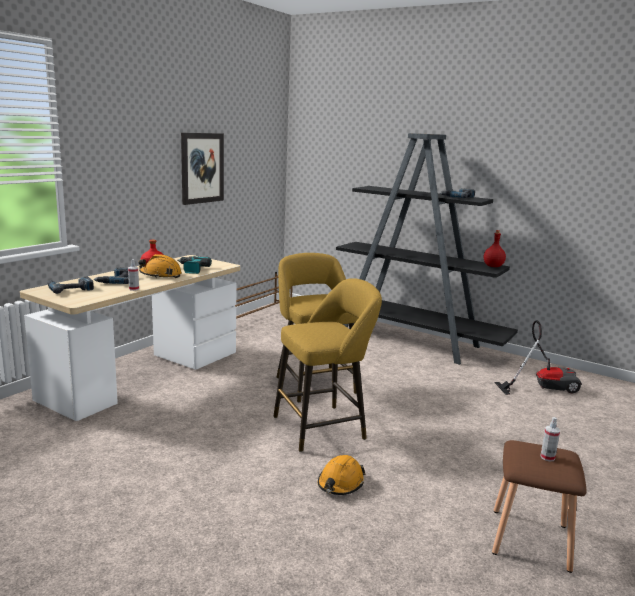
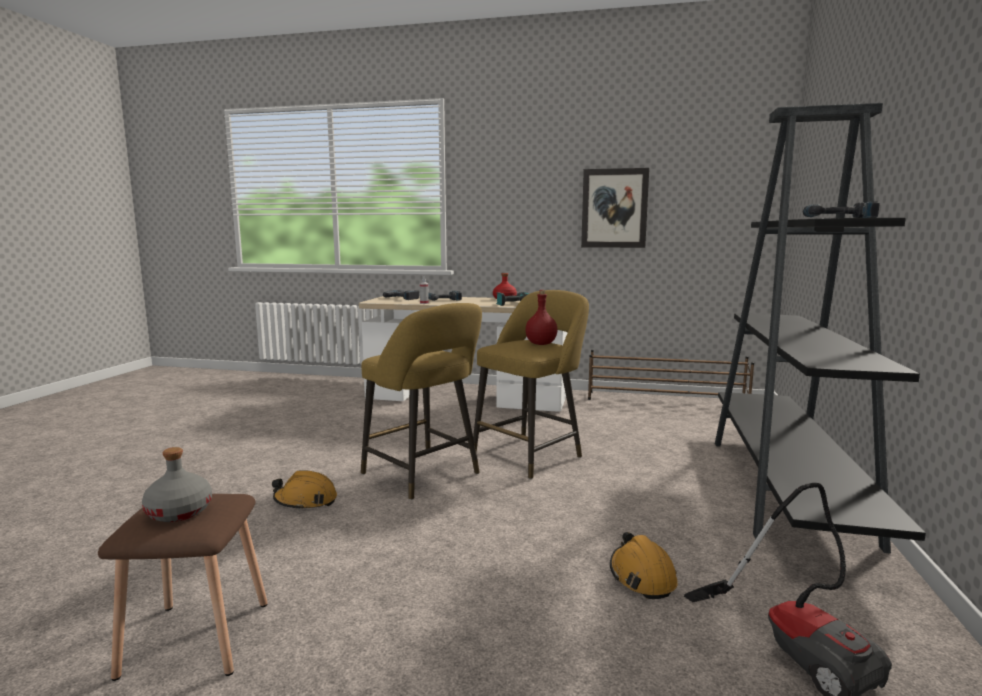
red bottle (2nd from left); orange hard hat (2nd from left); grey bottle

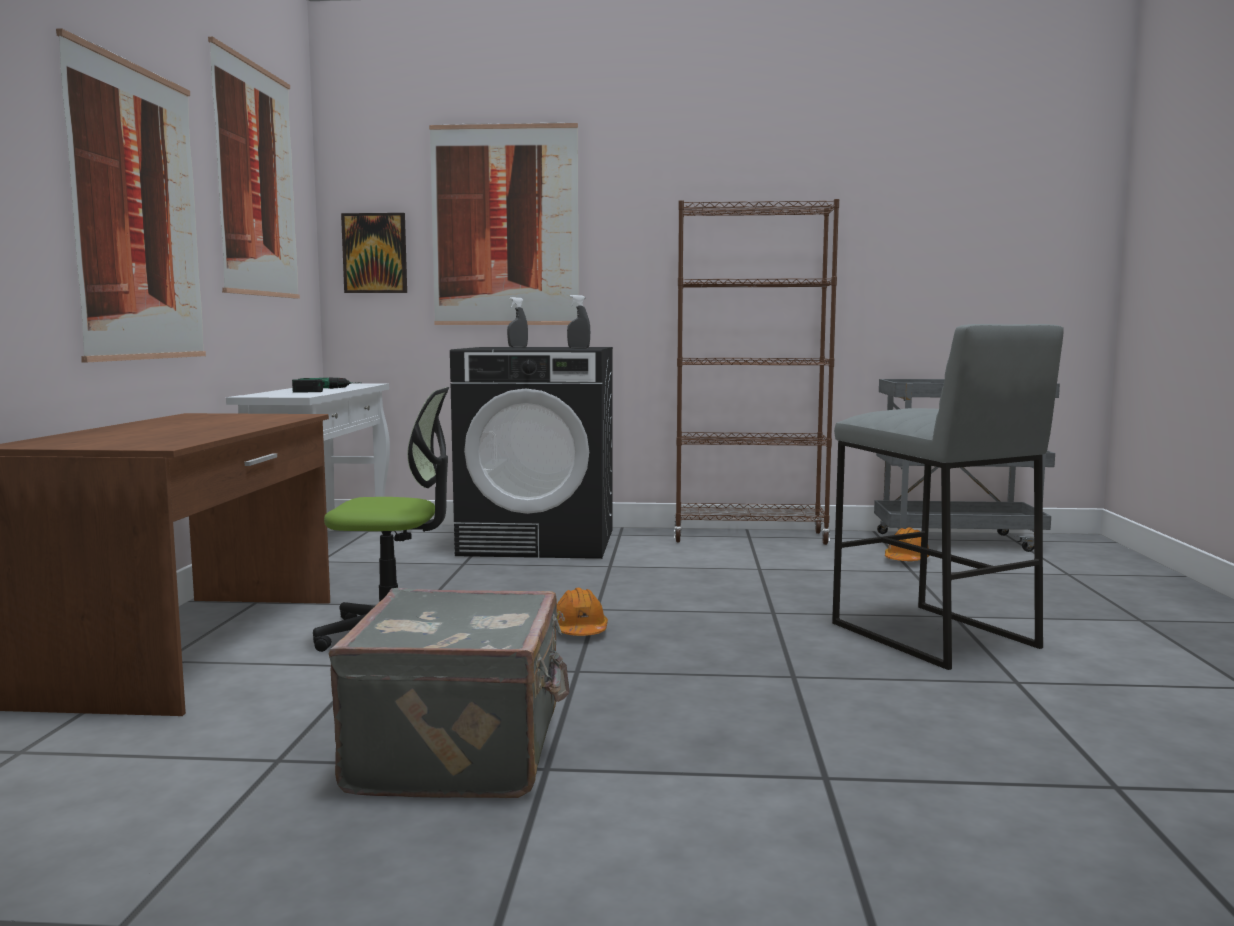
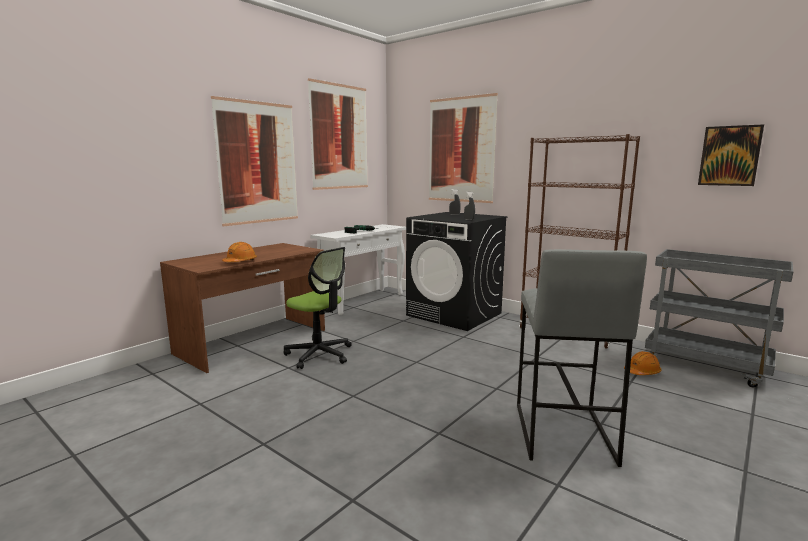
picture (4th from left); grey suitcase; orange hard hat (1st from left)

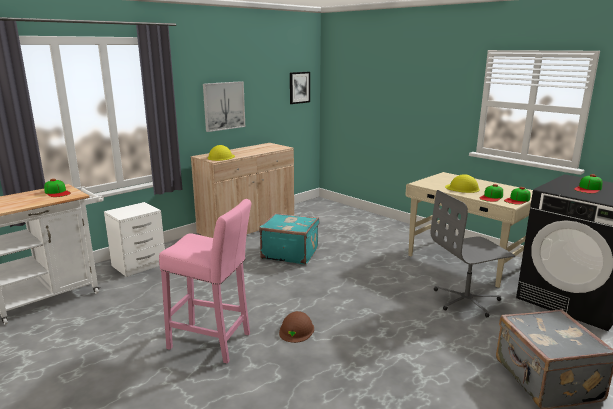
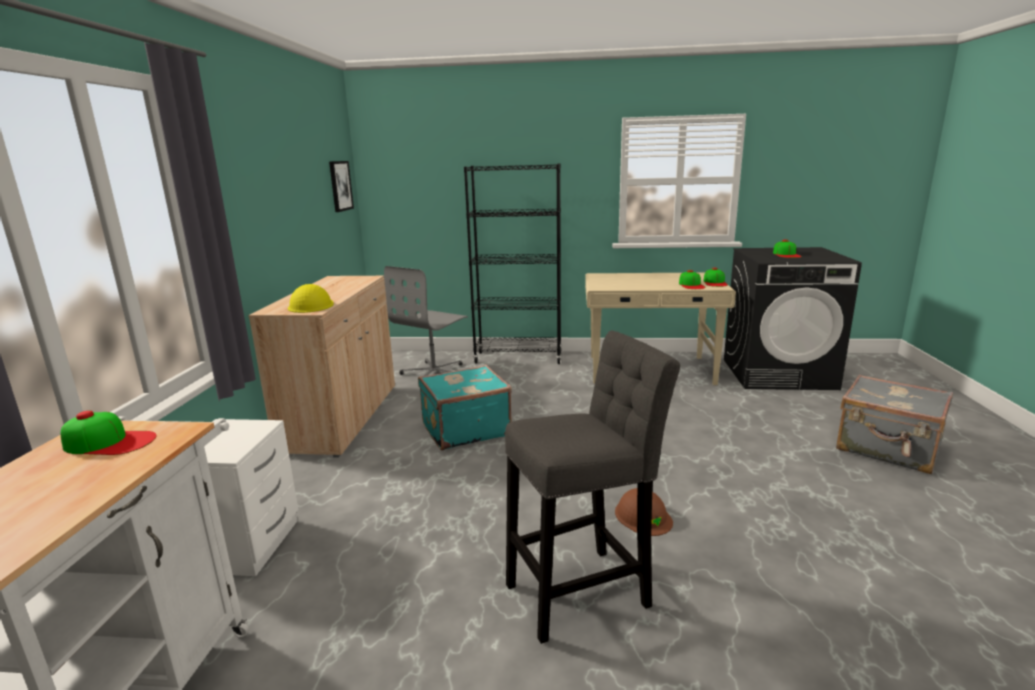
picture (1st from left in the first image); yellow hard hat (2nd from left in the first image); grey office chair; grey stool; black bookcase

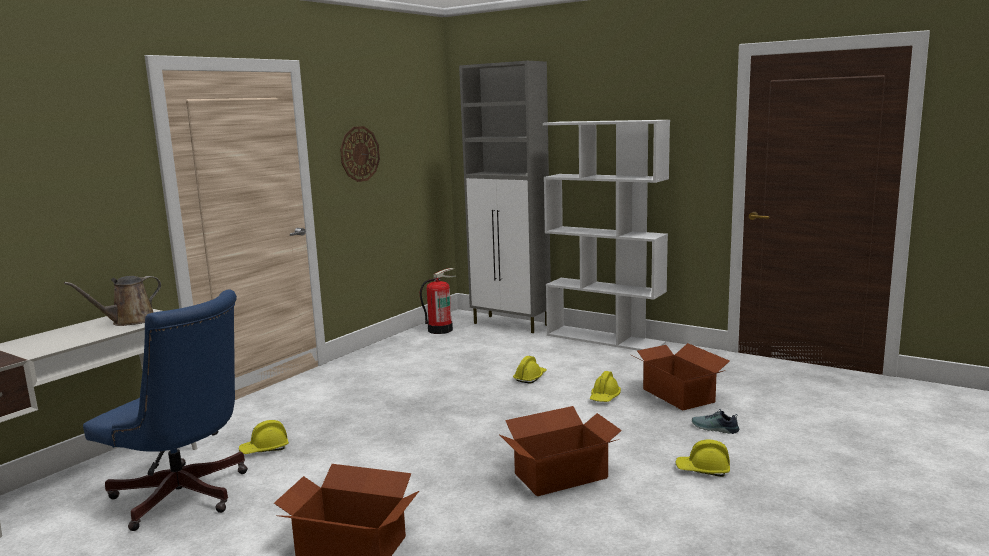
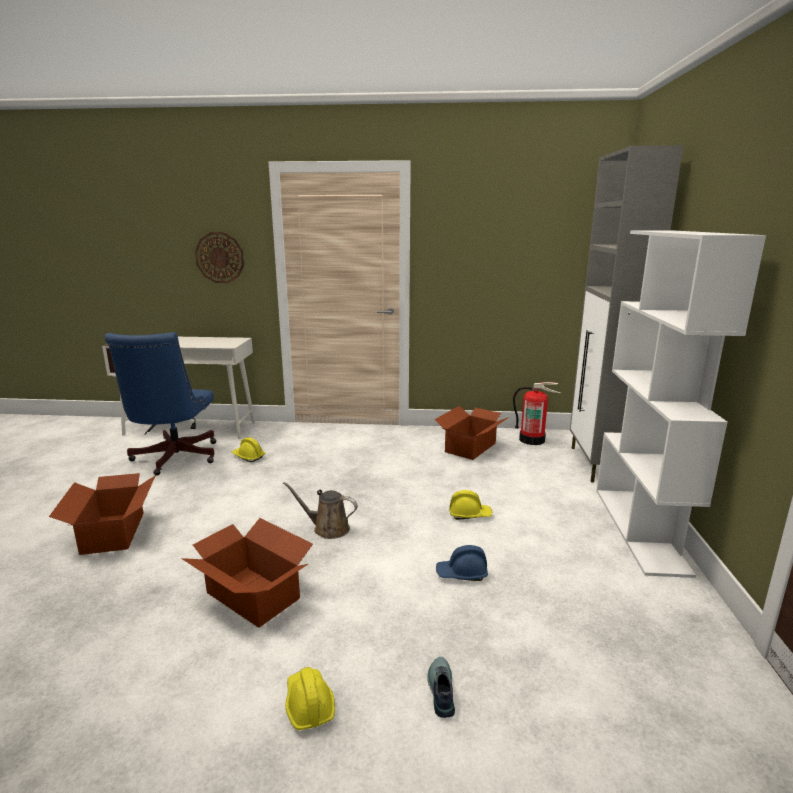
wall clock; brown watering can; cardboard box (3rd from left); blue hard hat

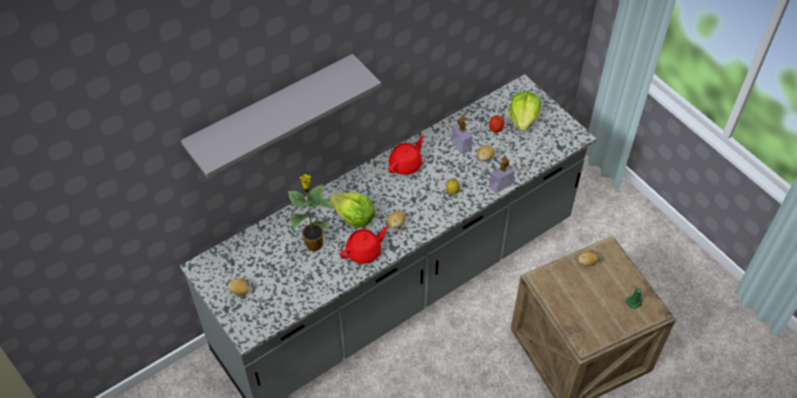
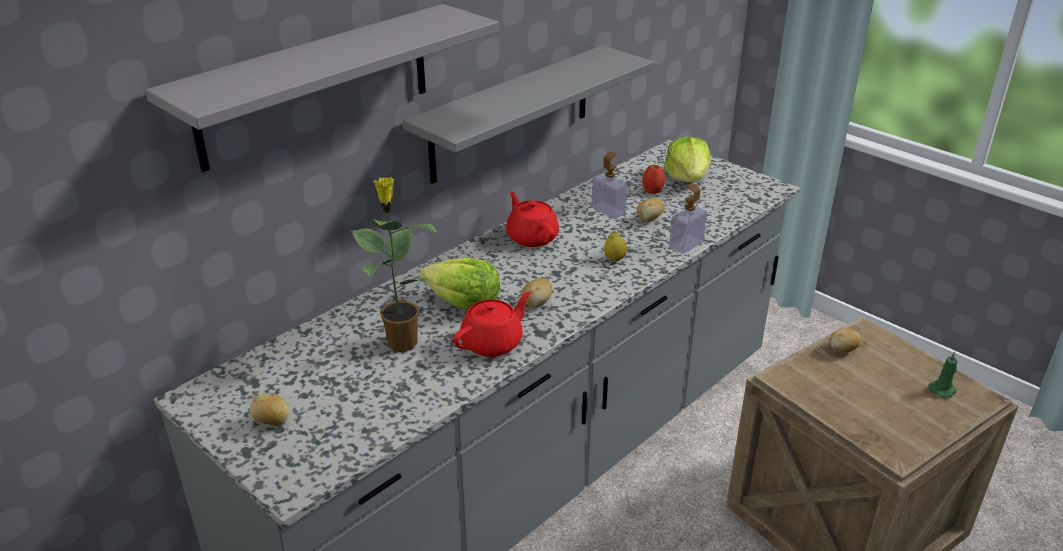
red teapot (2nd from left); grey shelf (2nd from left)

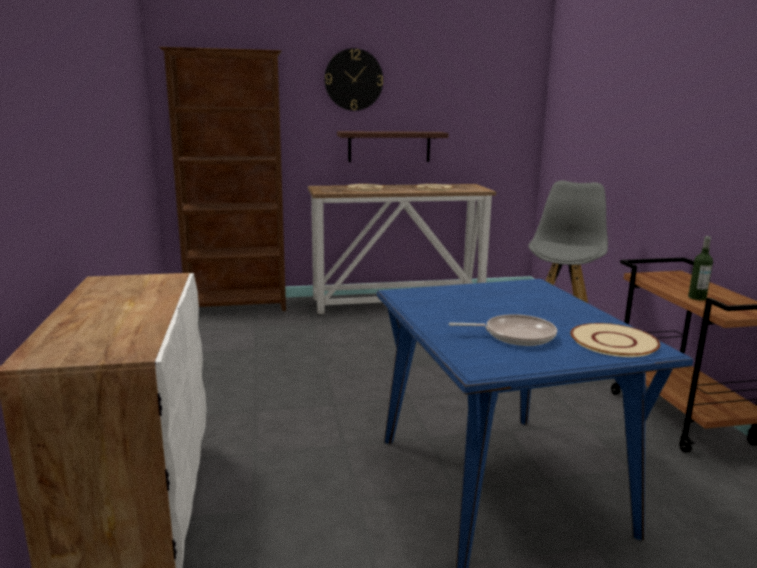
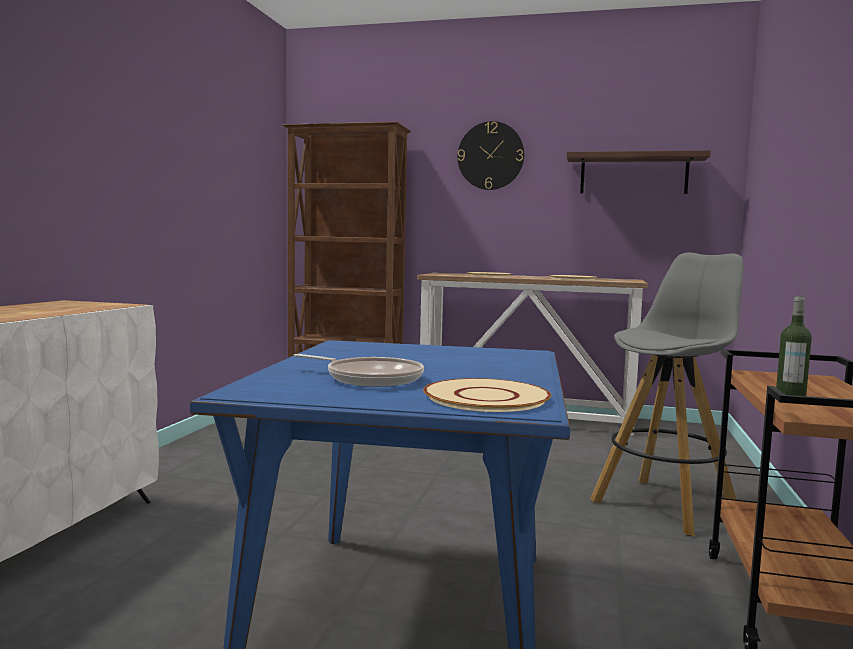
shelf

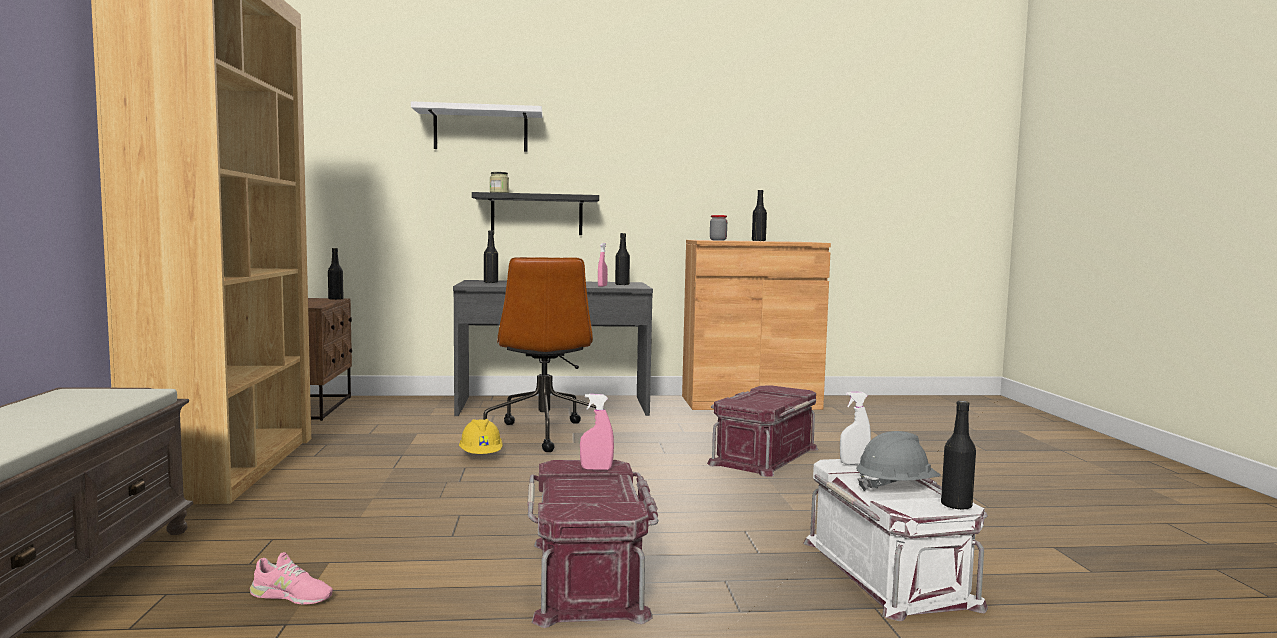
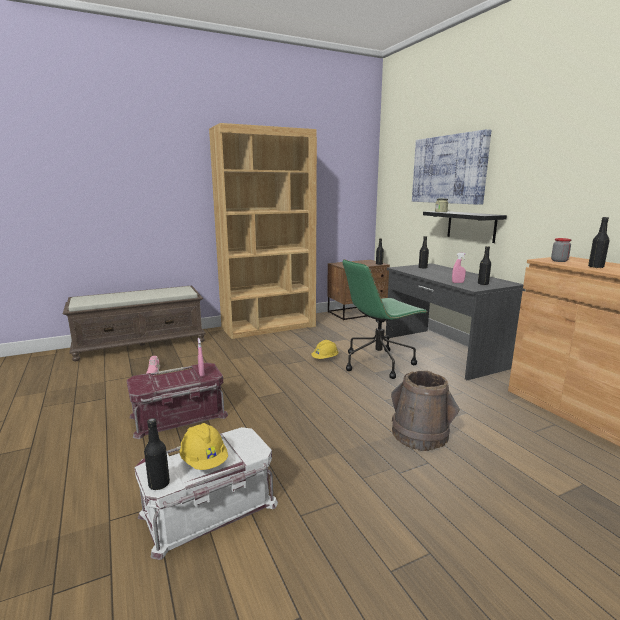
picture; green office chair; brown bucket; white spray bottle; yellow hard hat (1st from left)

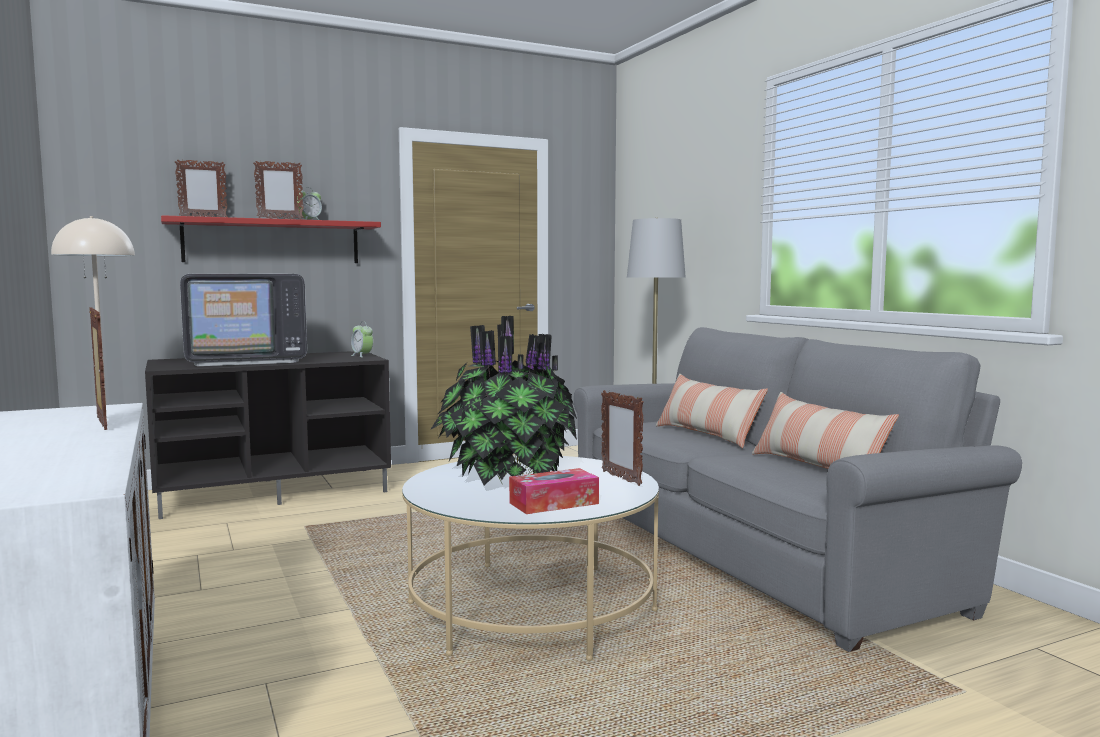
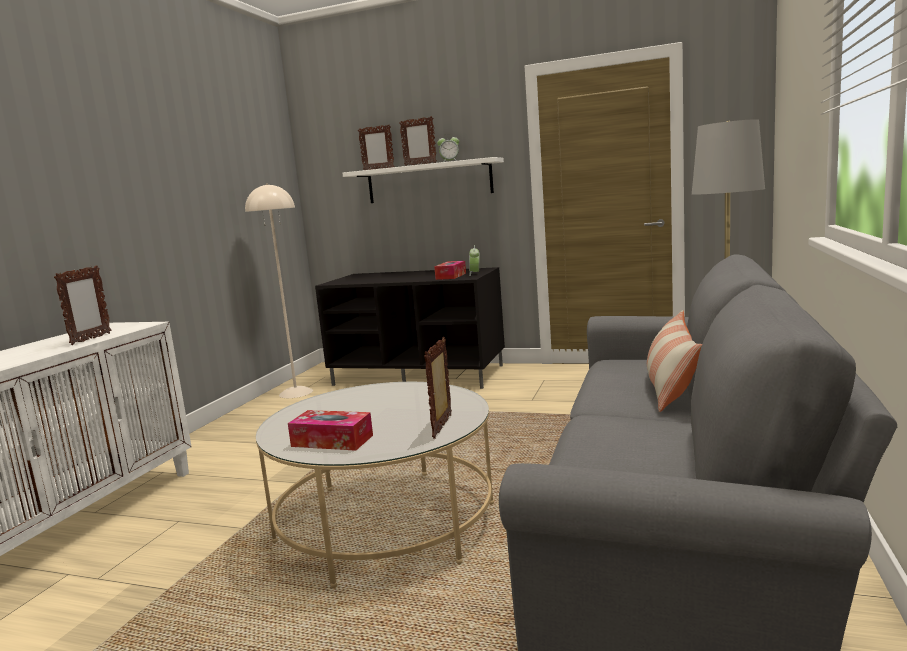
white shelf; television; potted plant; pillow (2nd from left in the first image); tissue box (2nd from left)

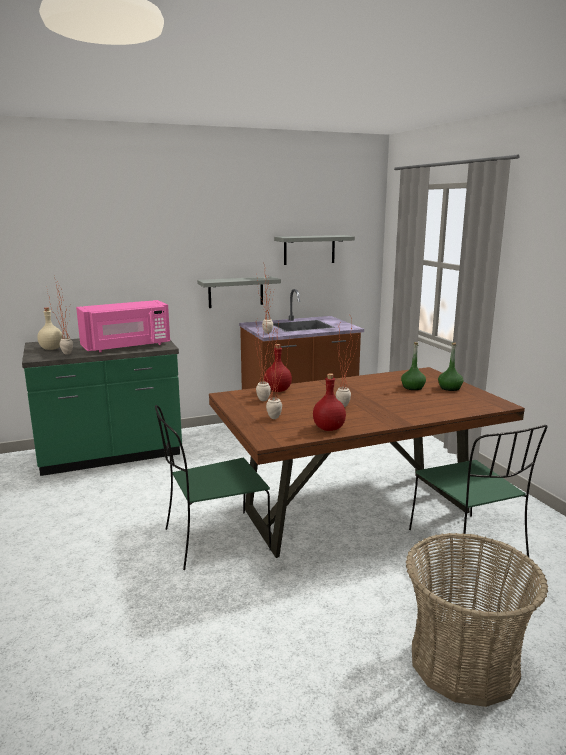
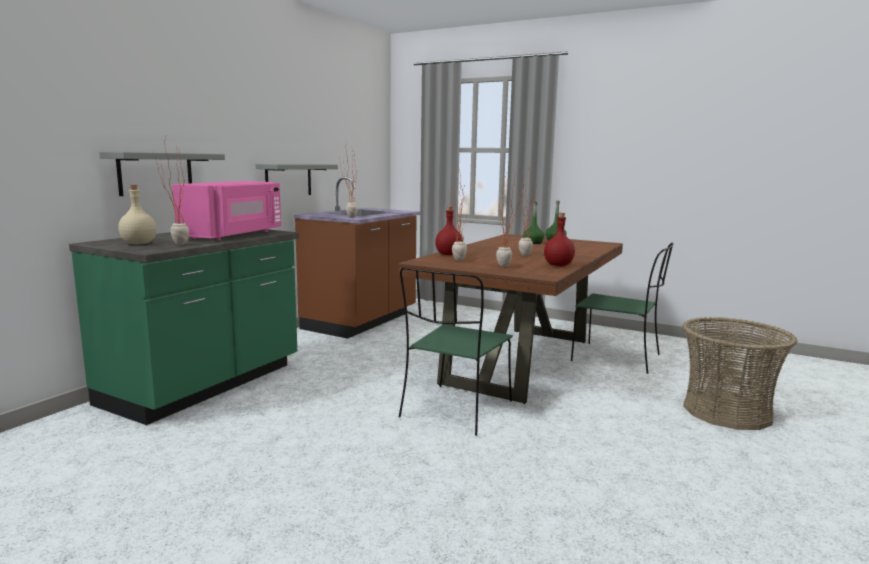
grey shelf (1st from left)

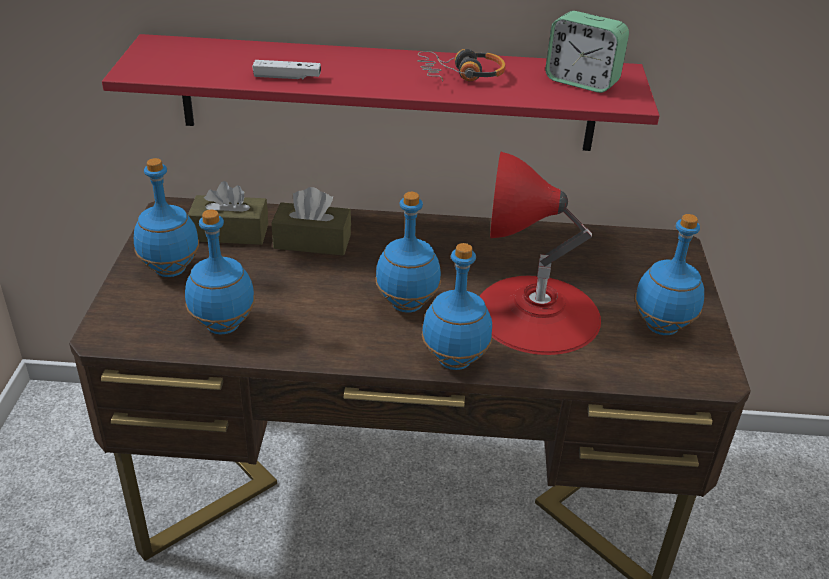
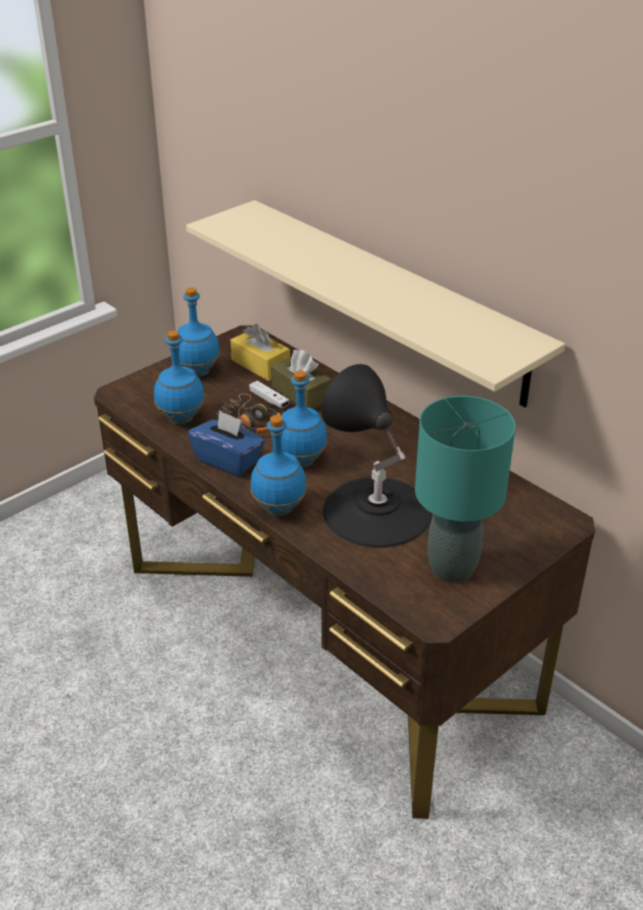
alarm clock; beige shelf; headphones; white game controller; black table lamp; yellow tissue box; turquoise table lamp; blue tissue box

